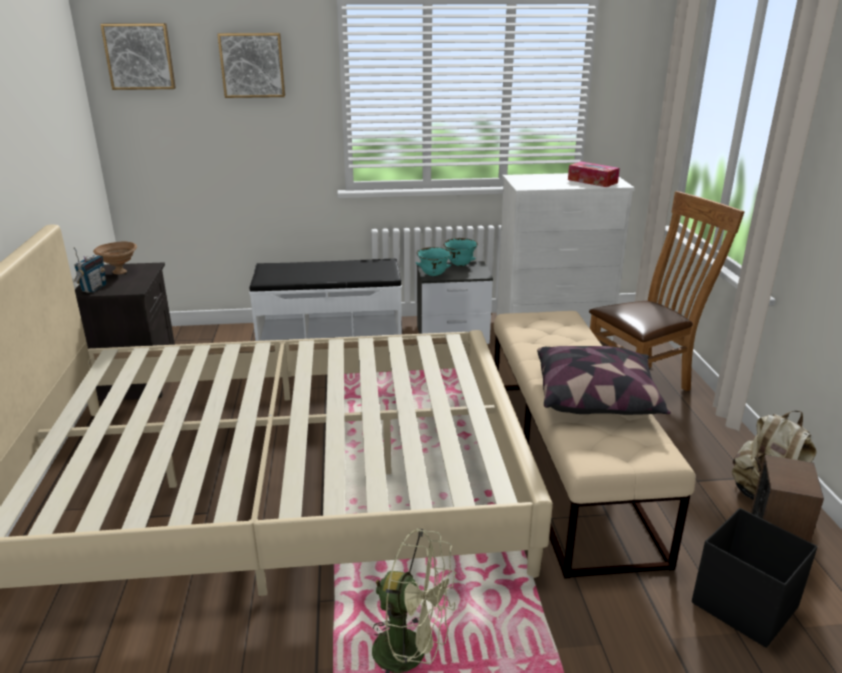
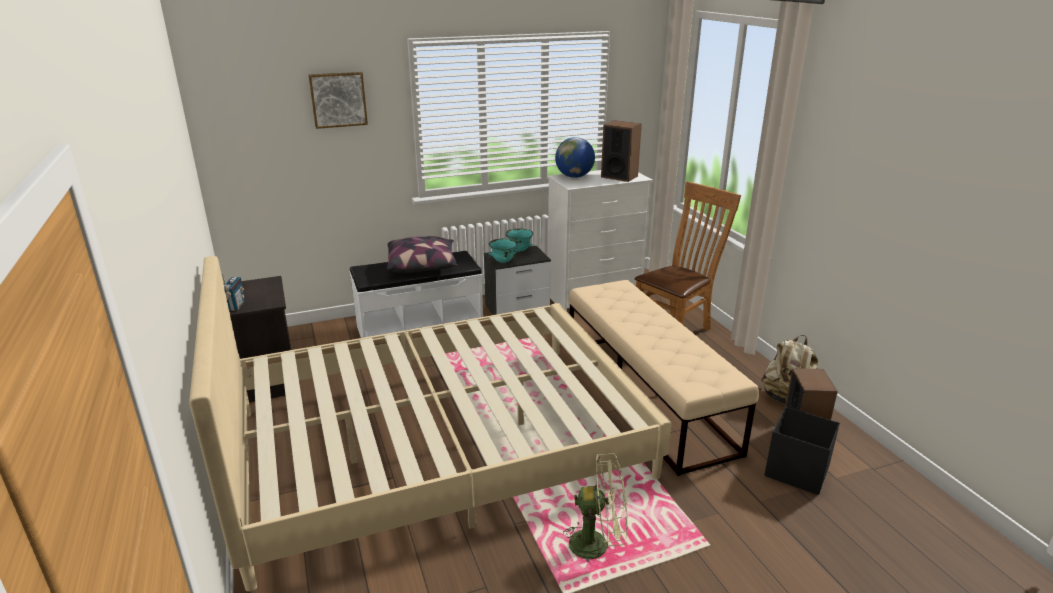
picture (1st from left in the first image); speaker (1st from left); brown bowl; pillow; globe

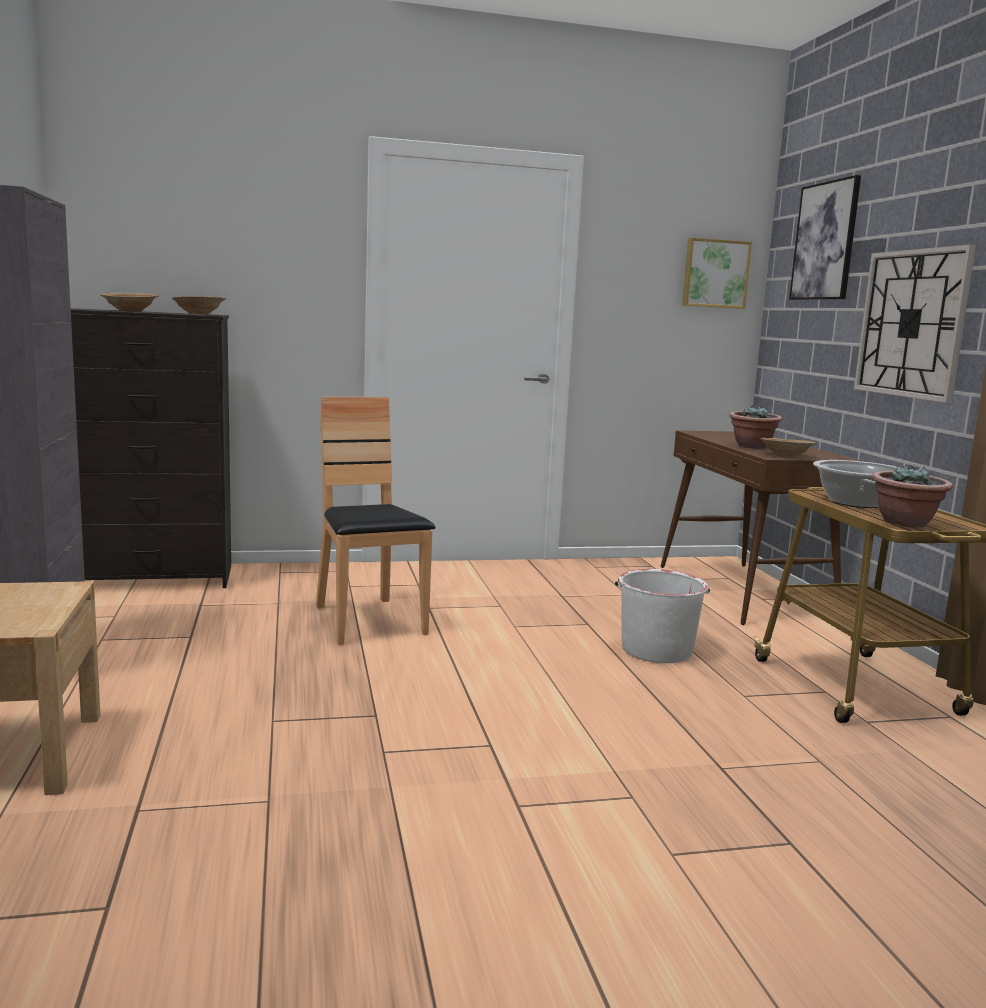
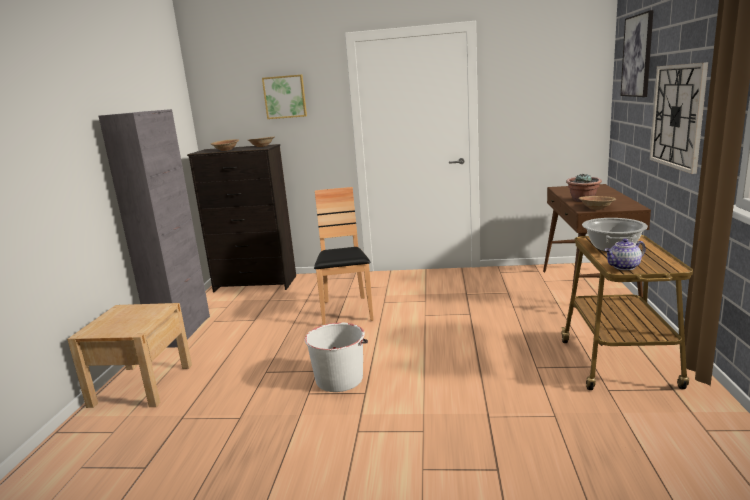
picture (1st from left); teapot; white bucket

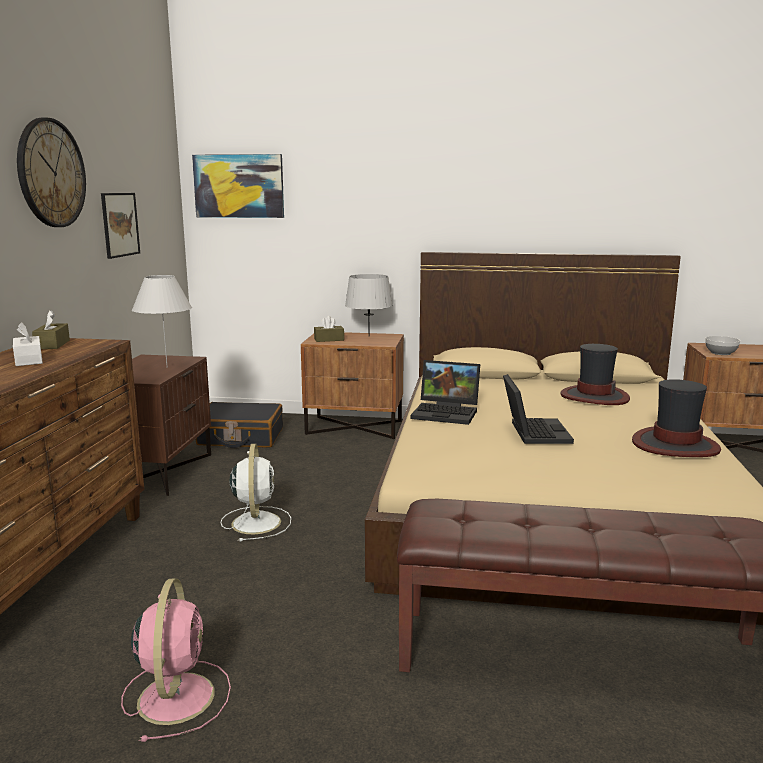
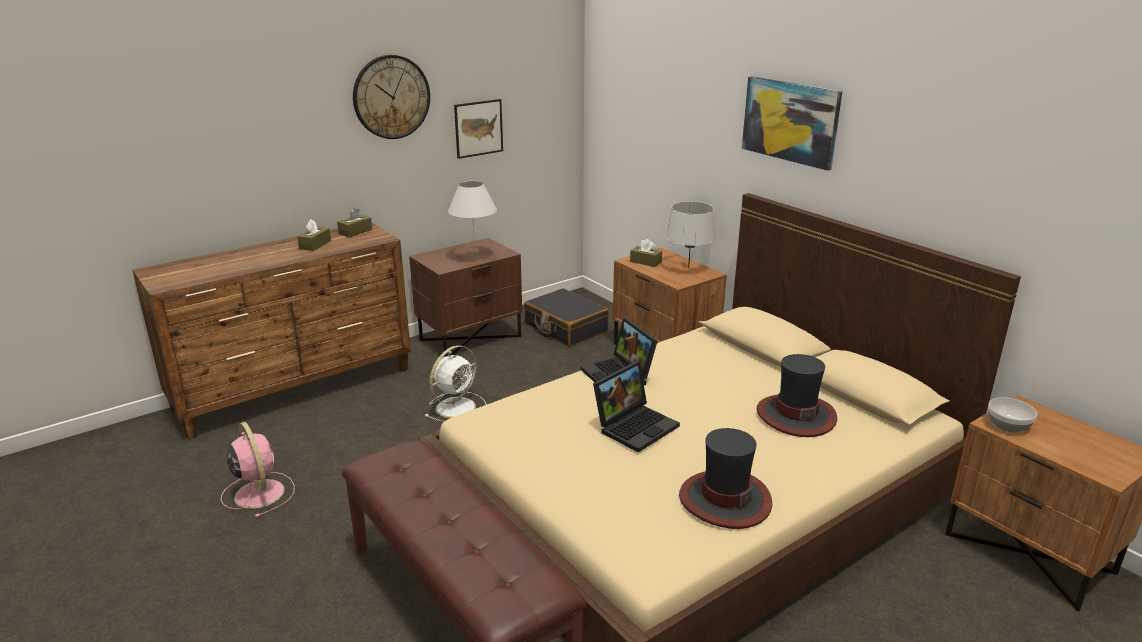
picture (2nd from left); brown tissue box (1st from left); pink fan

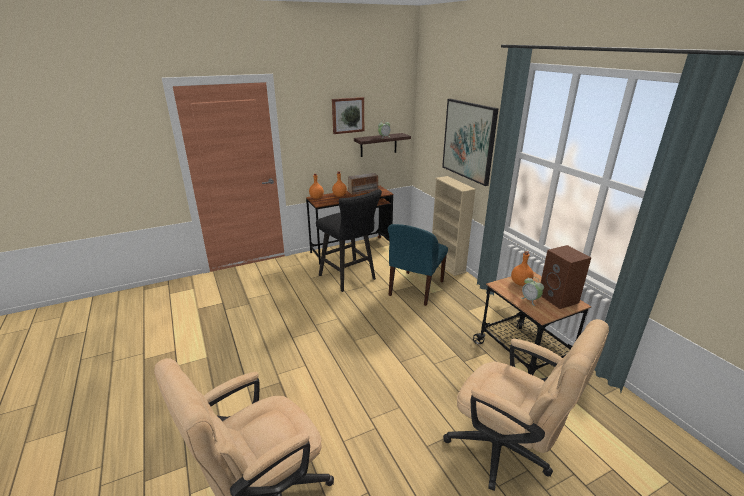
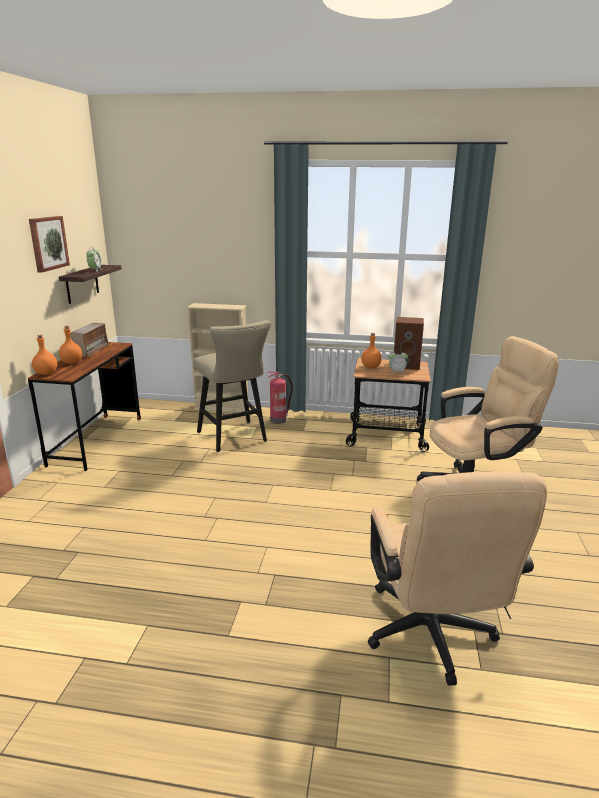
picture (2nd from left in the first image); black stool; beige stool; fire extinguisher

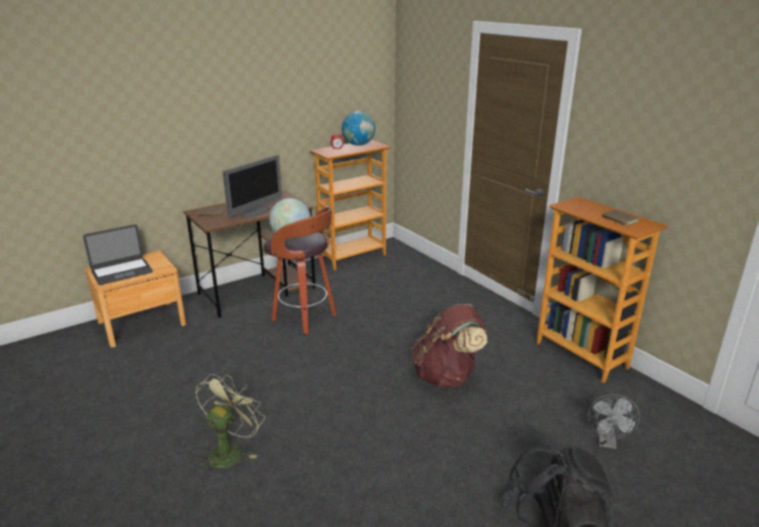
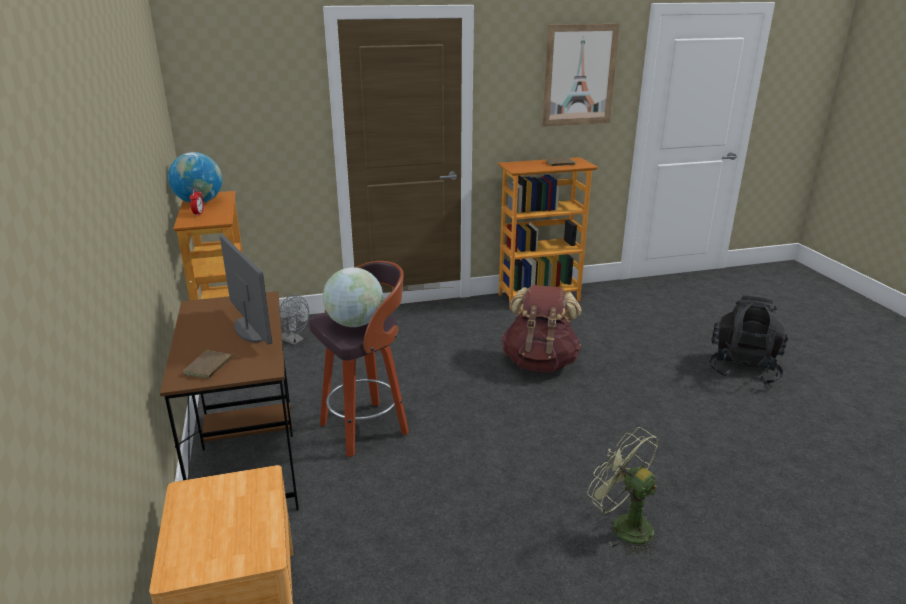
laptop; grey fan; picture

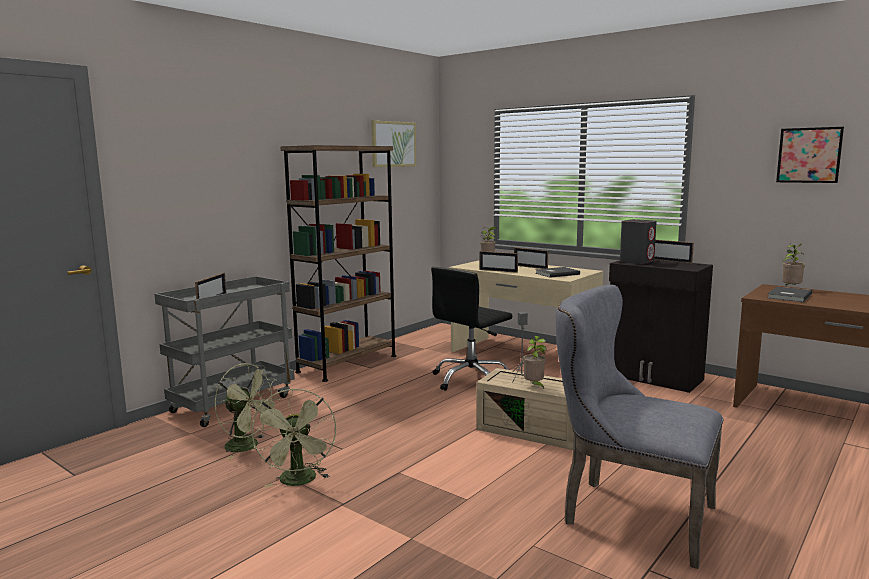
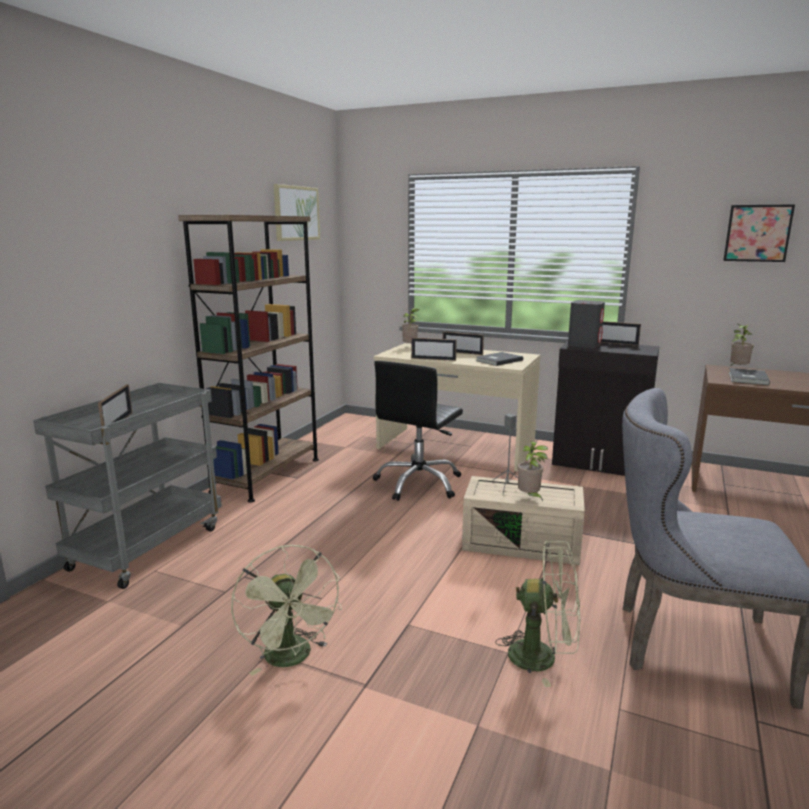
green fan (2nd from left)

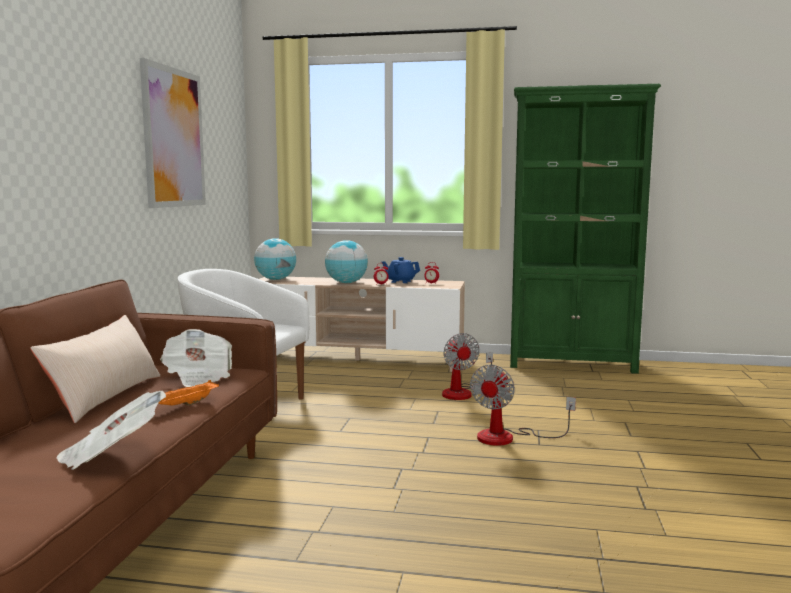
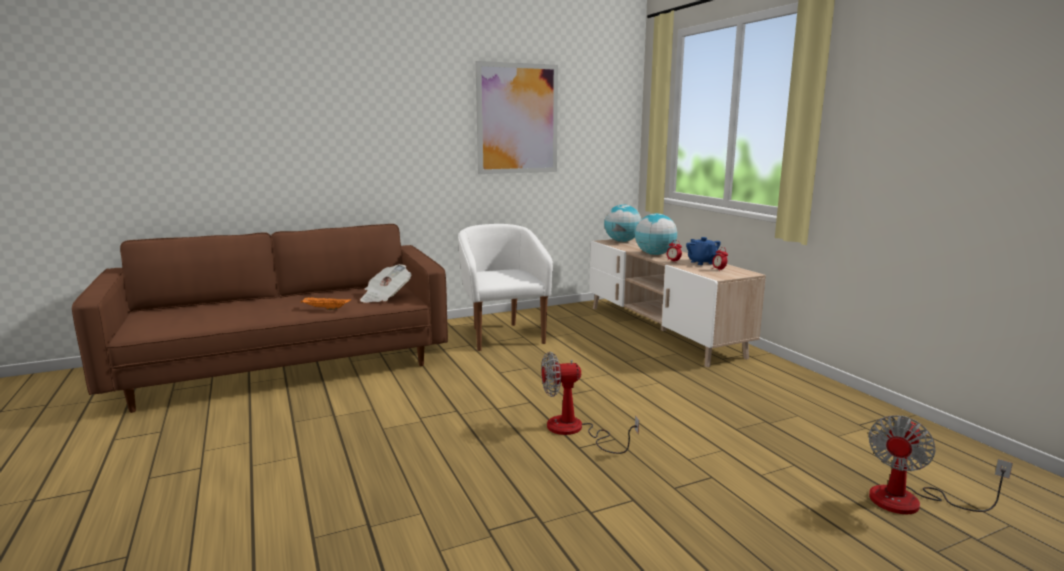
green bookcase; beige pillow; fan (2nd from left); newspaper (1st from left in the first image)

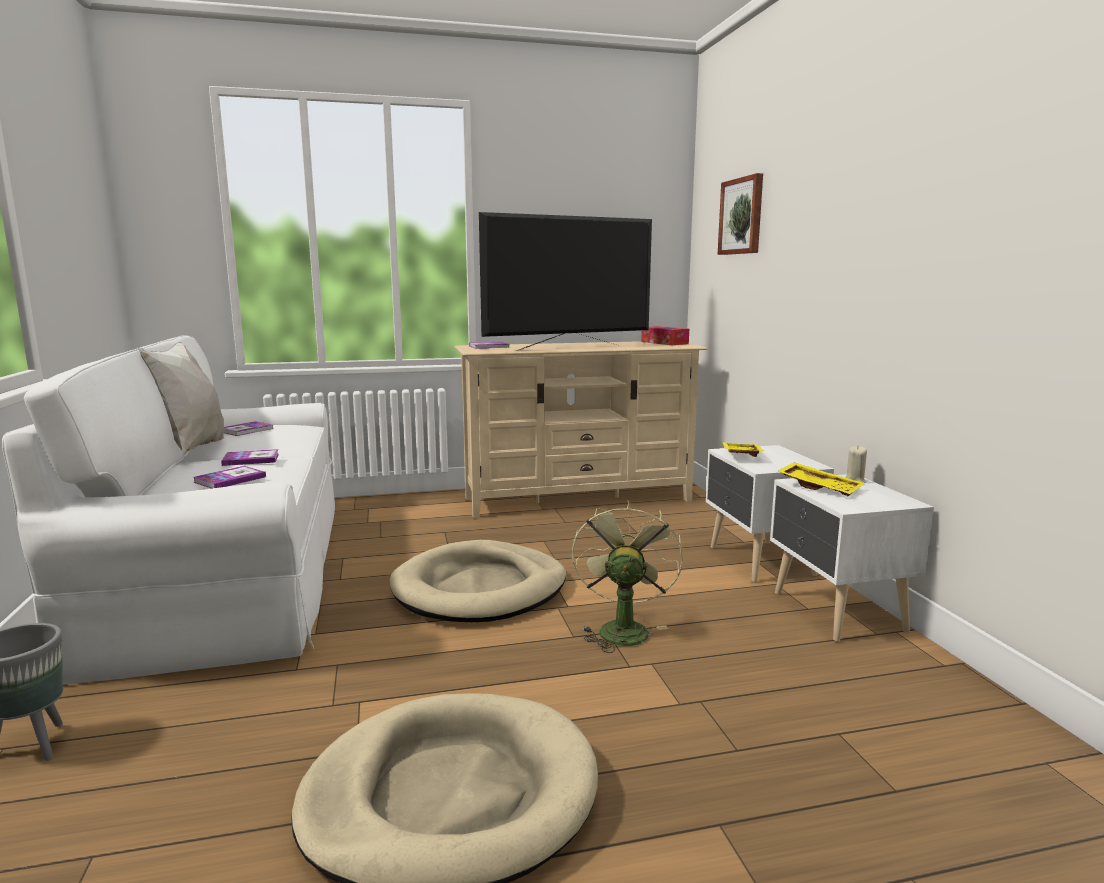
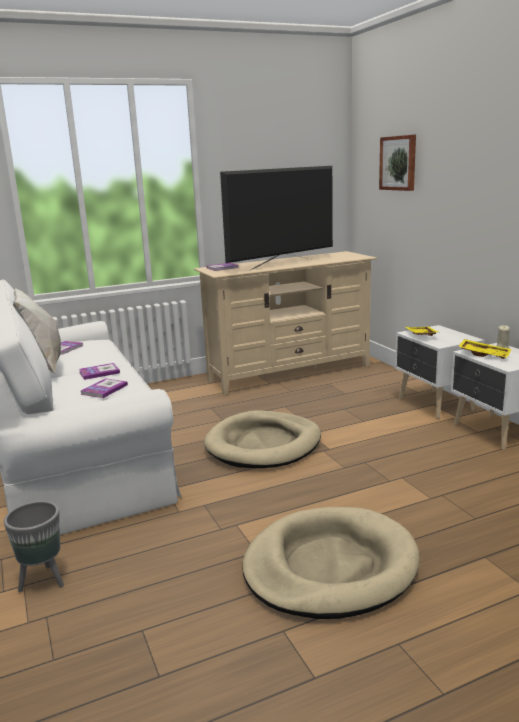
tissue box; green fan

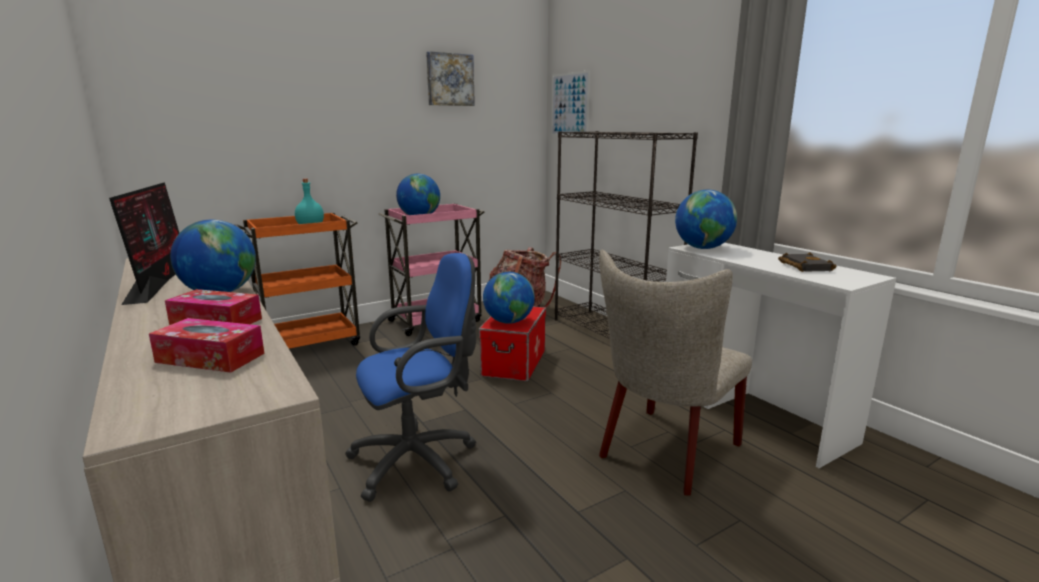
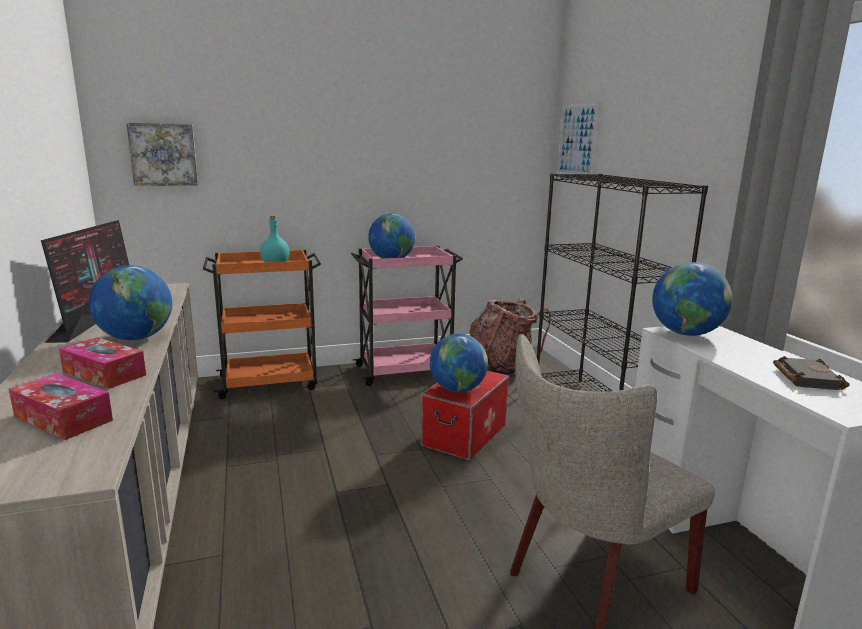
picture (1st from left); blue office chair

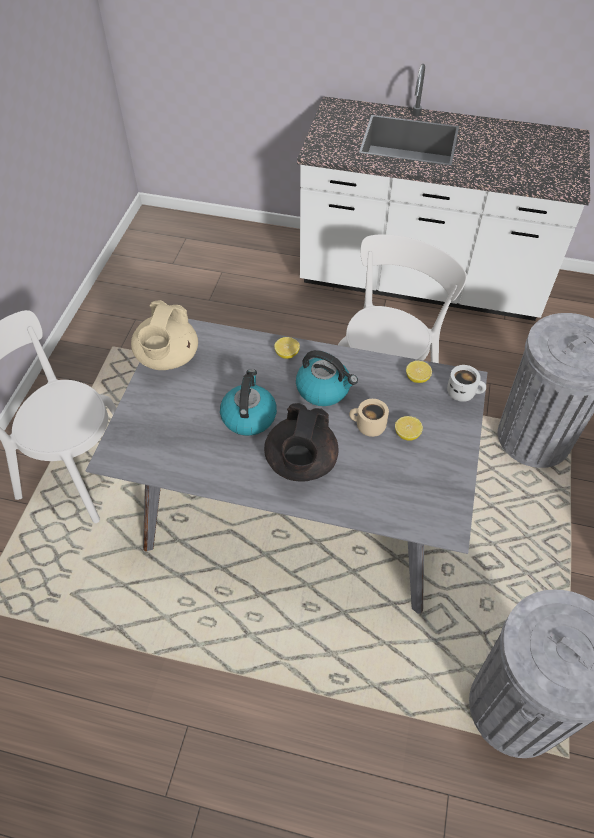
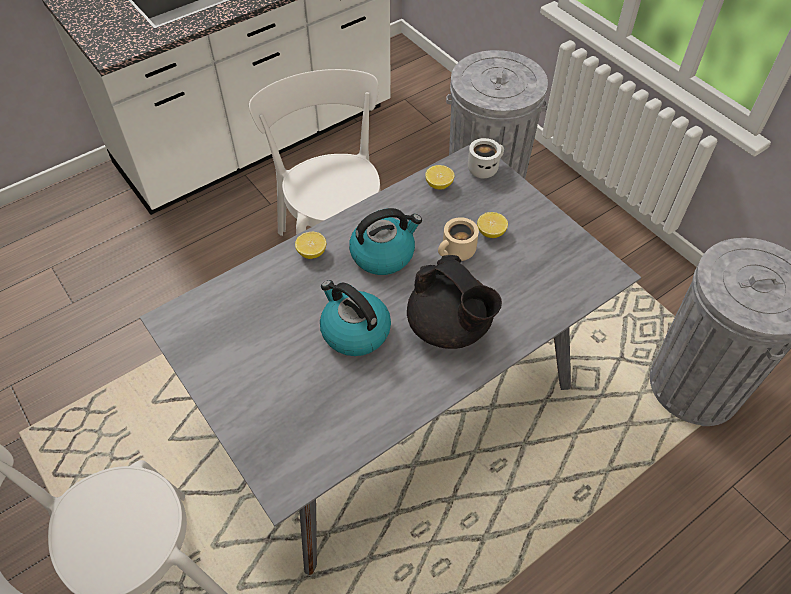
beige teapot

